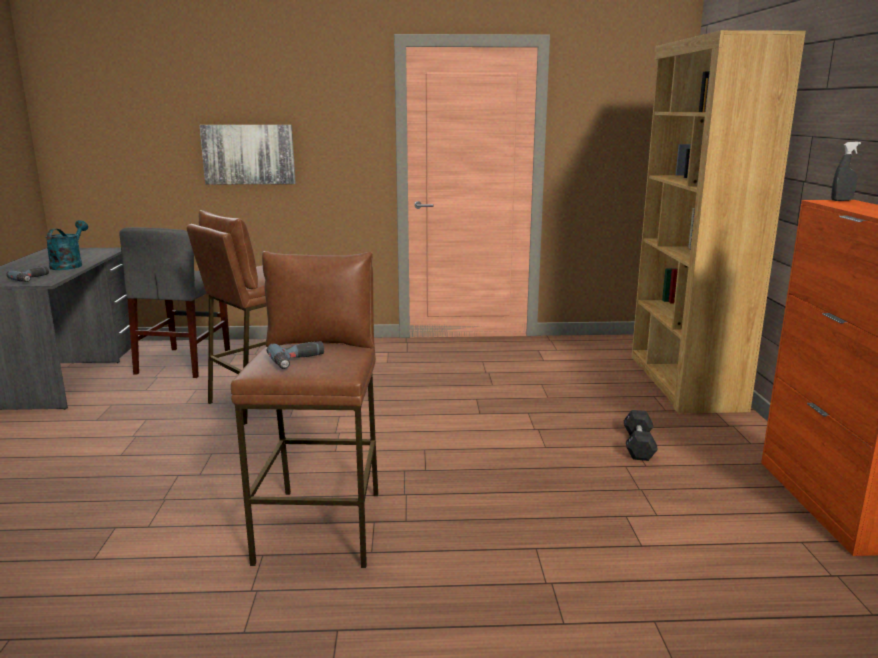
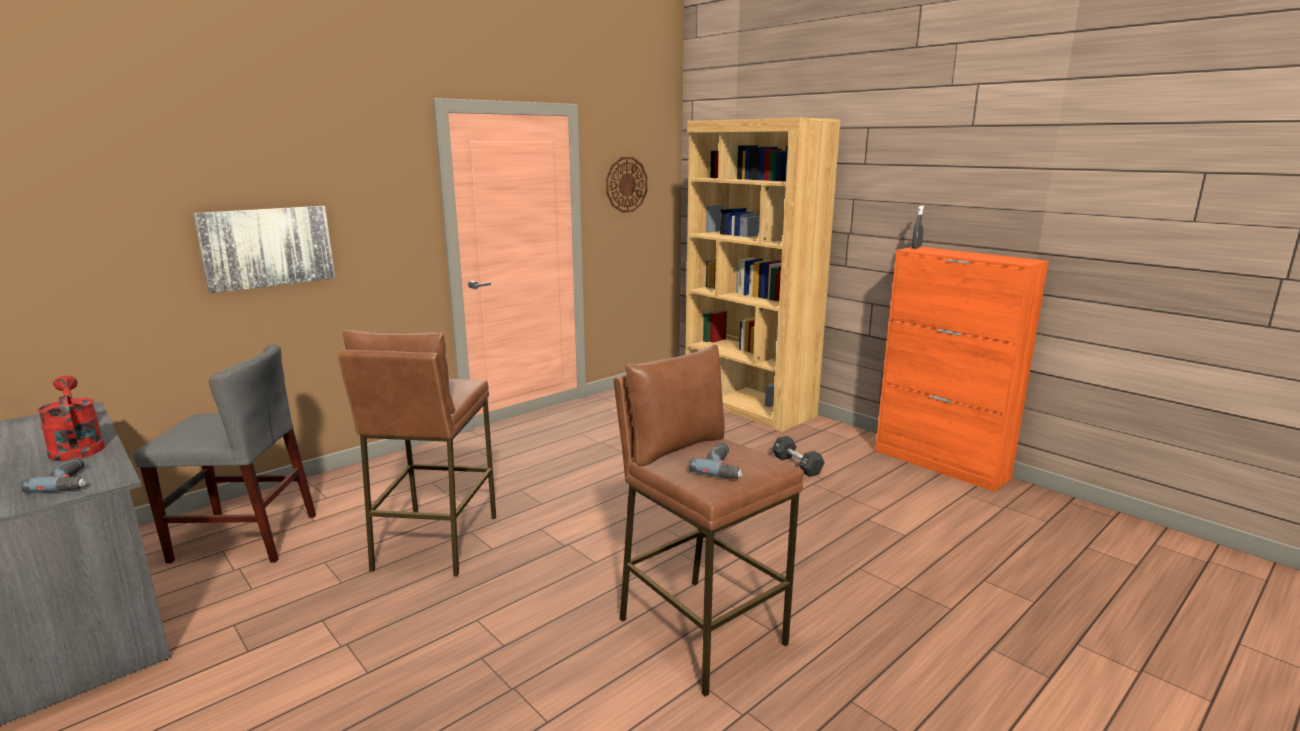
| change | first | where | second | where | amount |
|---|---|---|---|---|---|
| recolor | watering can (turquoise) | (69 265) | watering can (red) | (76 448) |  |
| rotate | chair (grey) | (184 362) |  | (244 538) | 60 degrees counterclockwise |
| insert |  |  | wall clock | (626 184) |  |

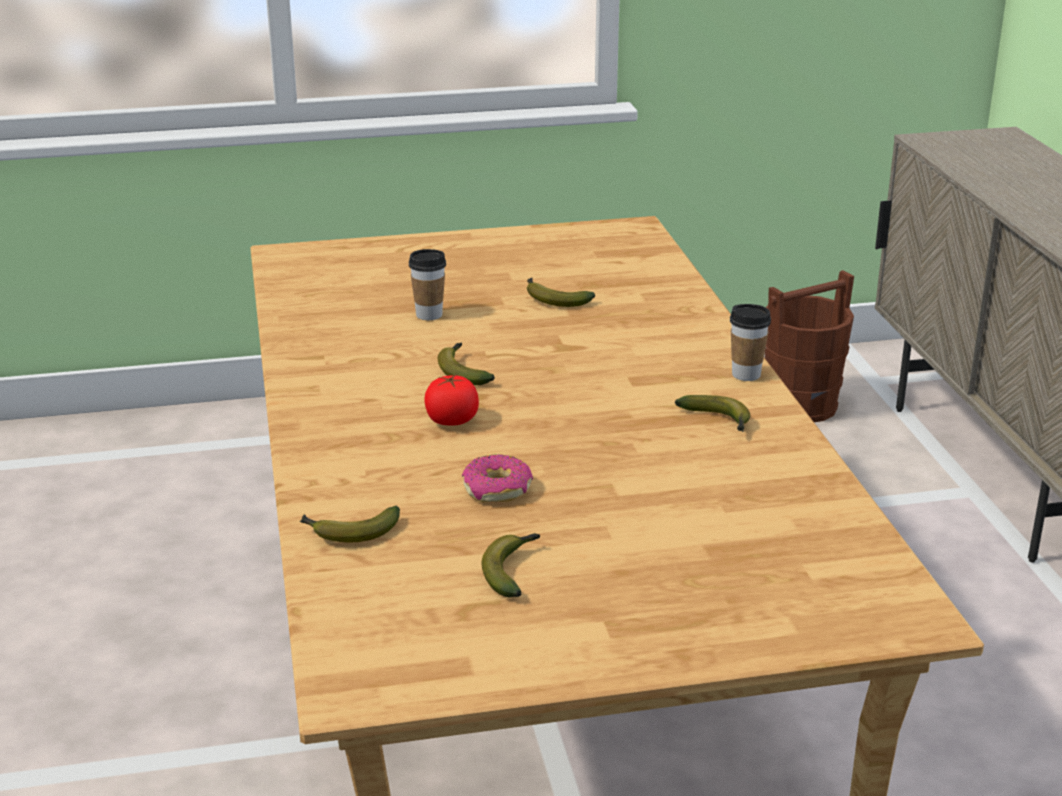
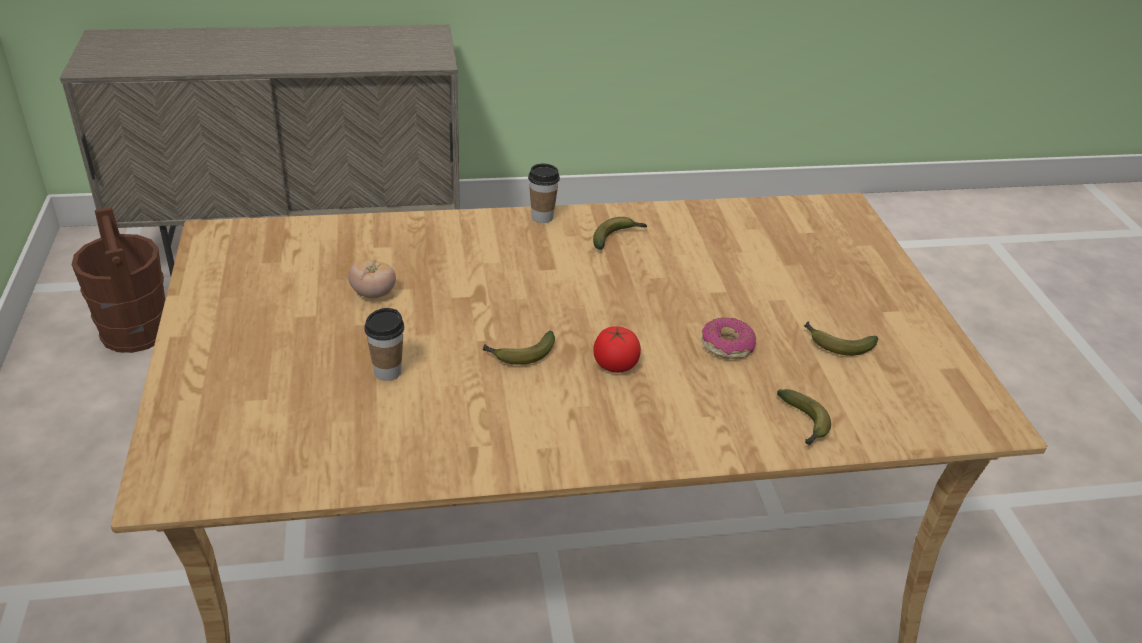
| change | first | where | second | where | amount |
|---|---|---|---|---|---|
| replace | banana | (553 299) | tomato | (373 294) |  |

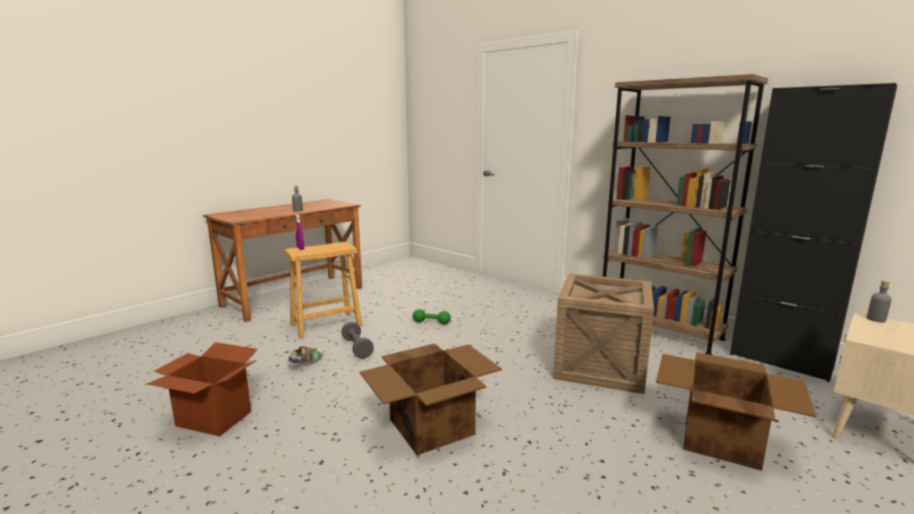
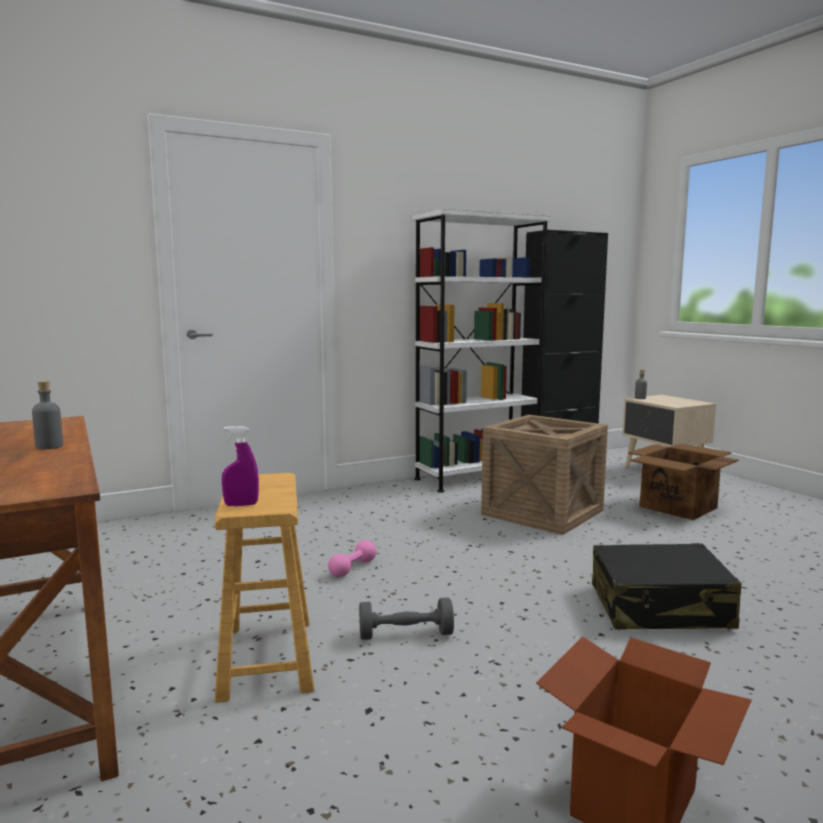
| change | first | where | second | where | amount |
|---|---|---|---|---|---|
| recolor | bookcase (brown) | (659 331) | bookcase (white) | (477 477) |  |
| recolor | dumbbell (green) | (431 323) | dumbbell (pink) | (353 568) |  |
| replace | cardboard box | (433 426) | suitcase (black) | (660 607) |  |
| delete | shoe | (306 364) |  |  |  |

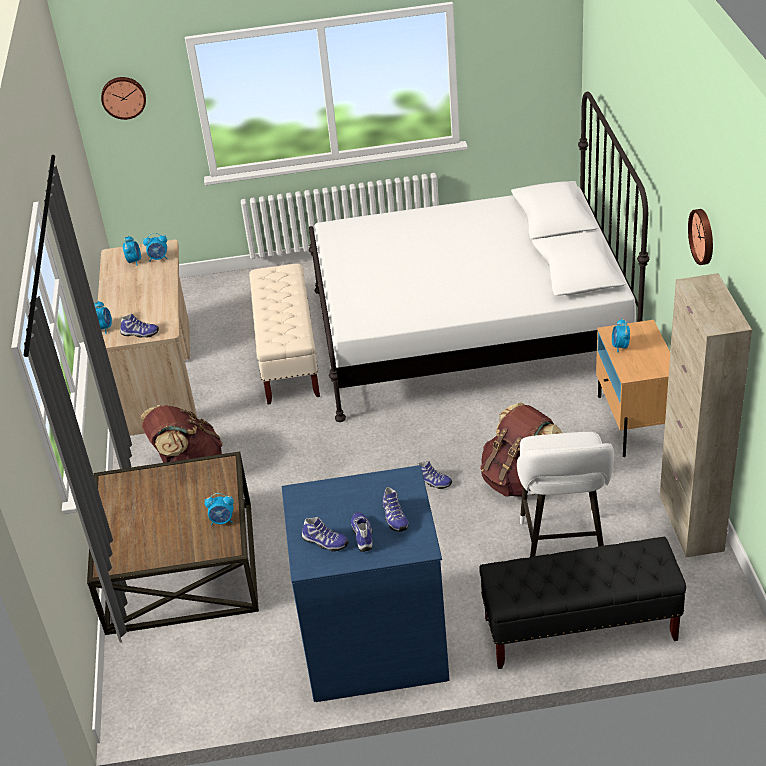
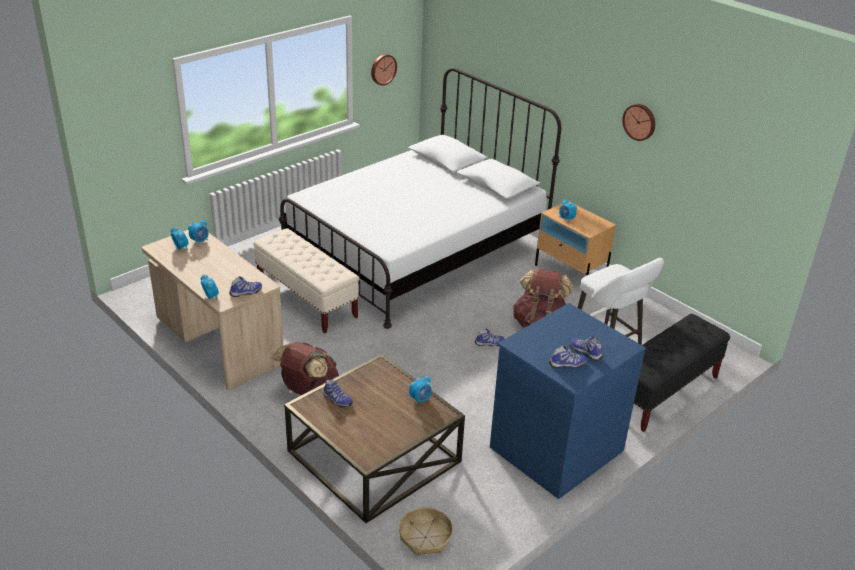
| change | first | where | second | where | amount |
|---|---|---|---|---|---|
| move | wall clock | (123 97) |  | (383 69) |  |
| delete | cabinet (beige) | (690 523) |  |  |  |
| move | shoe | (394 517) |  | (337 400) |  |
| insert |  |  | basket | (425 537) |  |

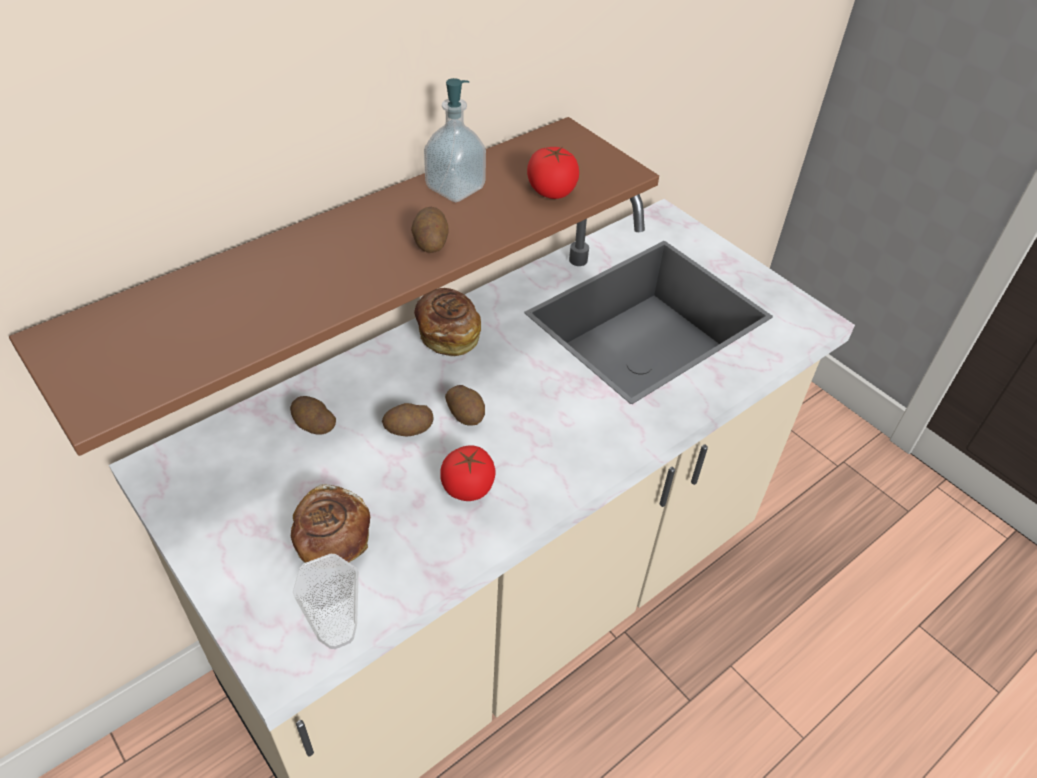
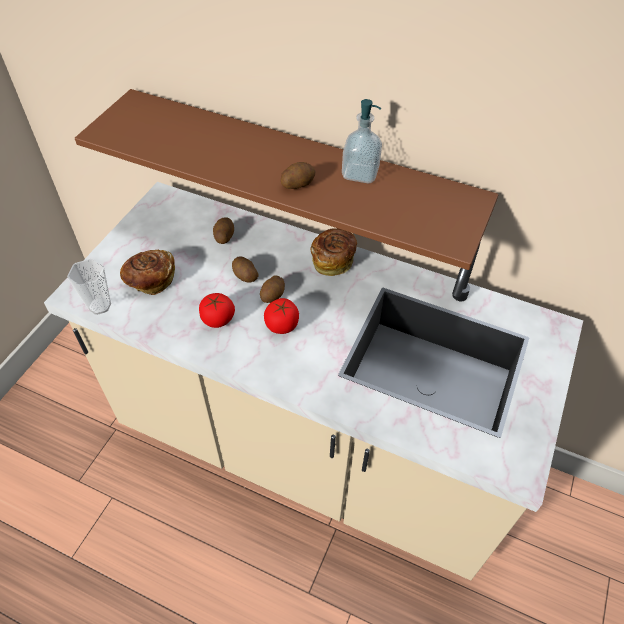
| change | first | where | second | where | amount |
|---|---|---|---|---|---|
| move | tomato | (551 191) |  | (282 325) |  |

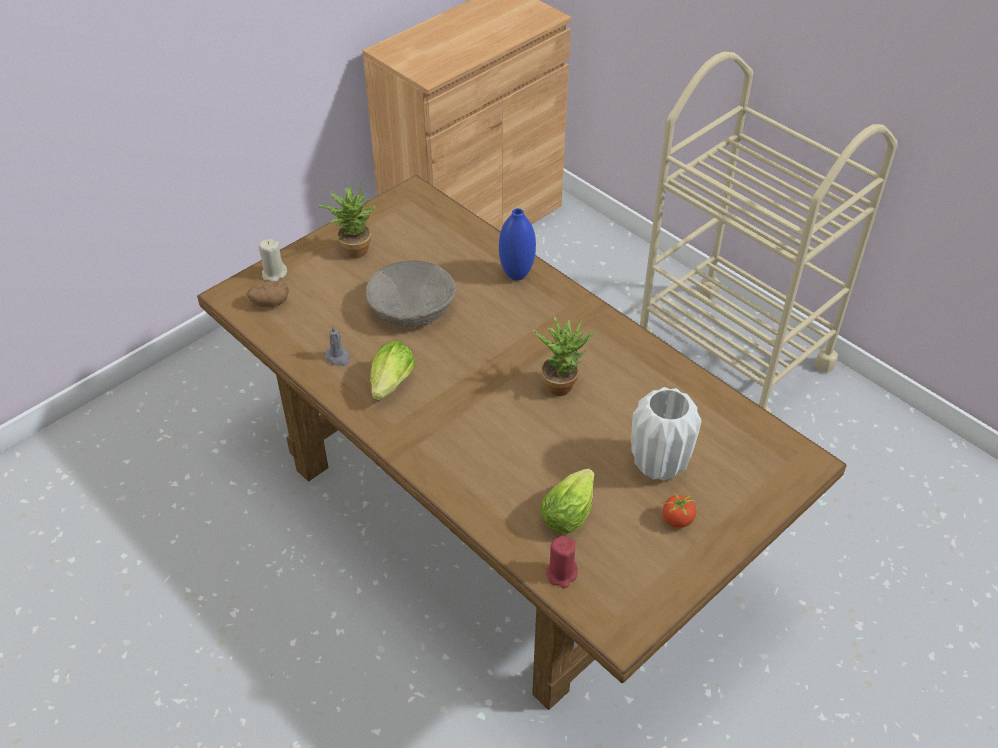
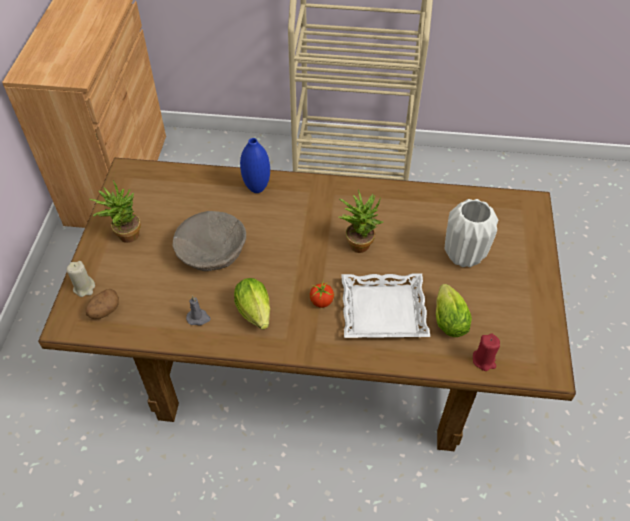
| change | first | where | second | where | amount |
|---|---|---|---|---|---|
| move | tomato | (677 520) |  | (321 301) |  |
| insert |  |  | tray (white) | (383 311) |  |

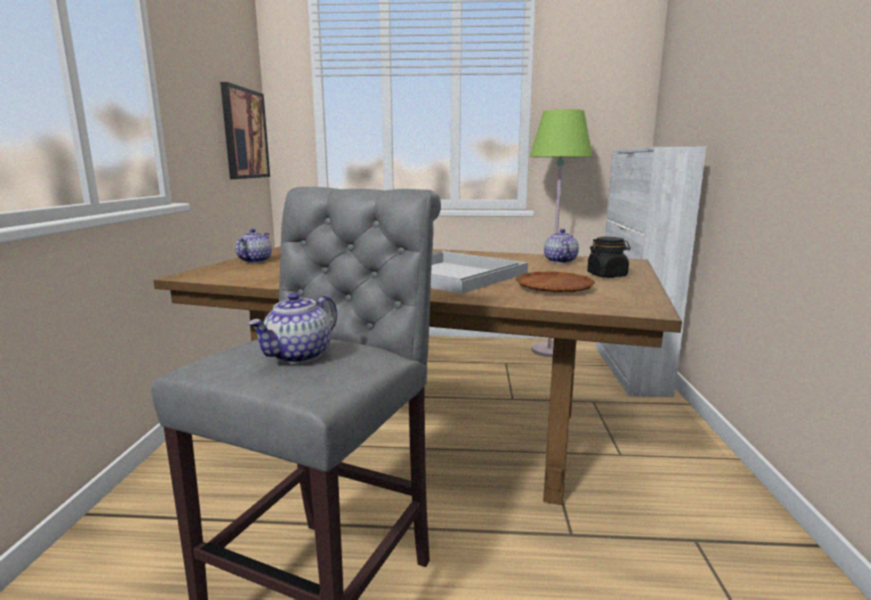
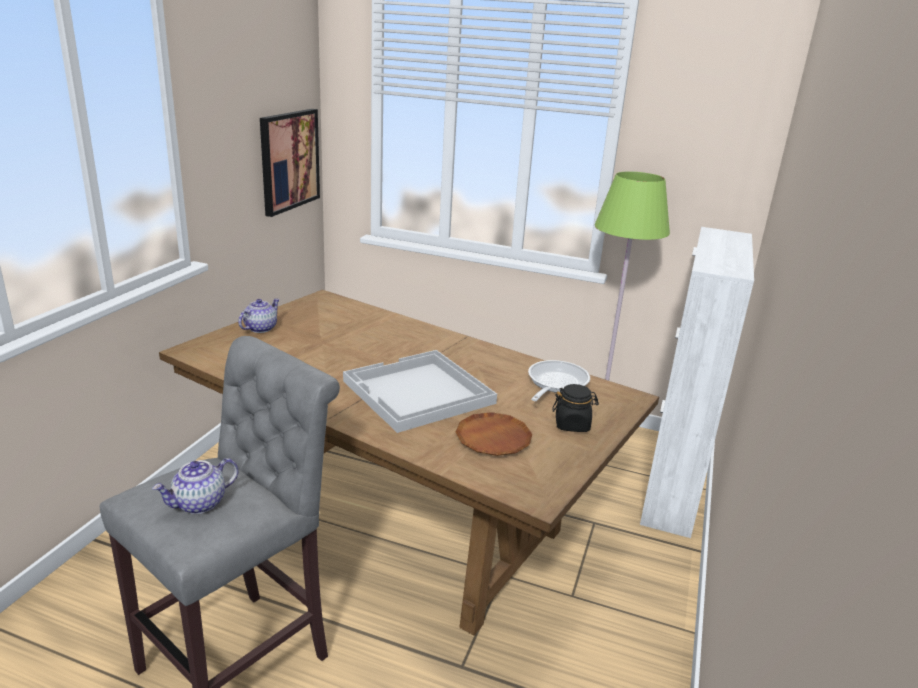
| change | first | where | second | where | amount |
|---|---|---|---|---|---|
| replace | teapot | (560 261) | frying pan | (555 383) |  |

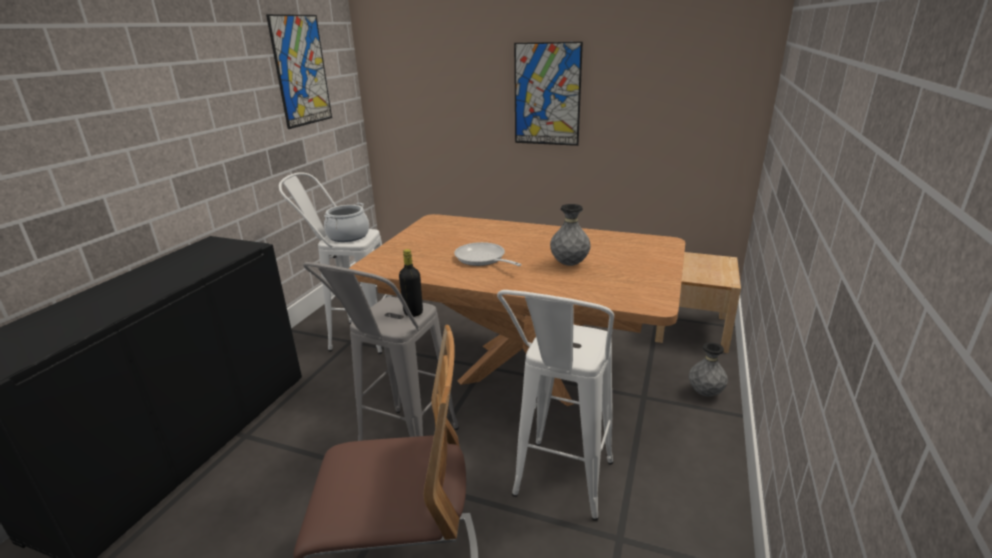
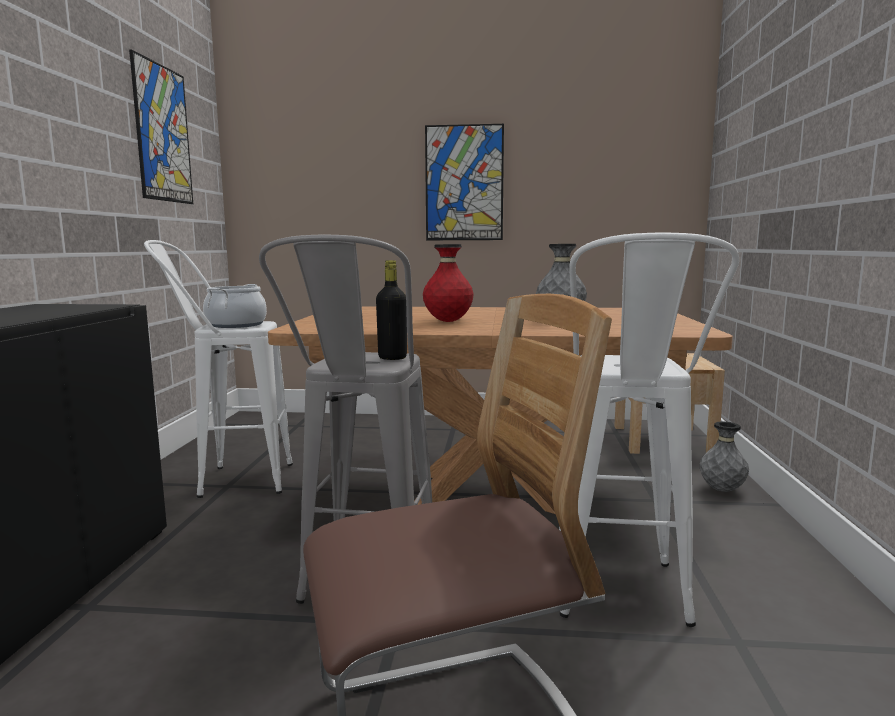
| change | first | where | second | where | amount |
|---|---|---|---|---|---|
| replace | frying pan | (482 259) | vase (red) | (448 321) |  |

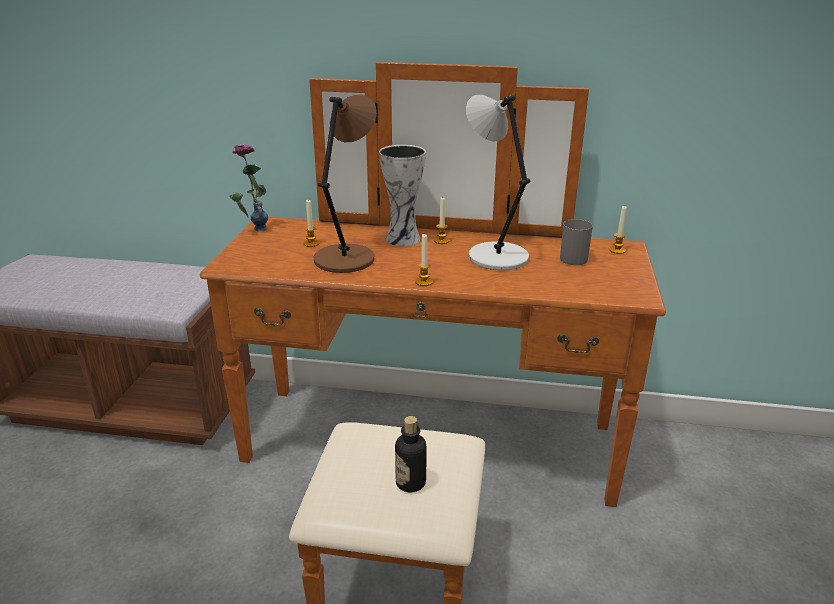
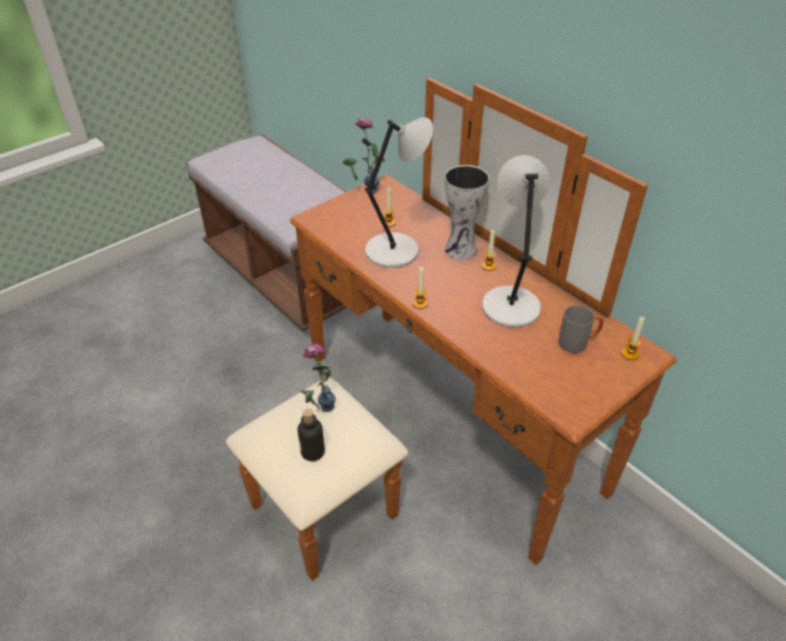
| change | first | where | second | where | amount |
|---|---|---|---|---|---|
| recolor | table lamp (brown) | (346 258) | table lamp (grey) | (395 250) |  |
| insert |  |  | vase | (319 412) |  |

